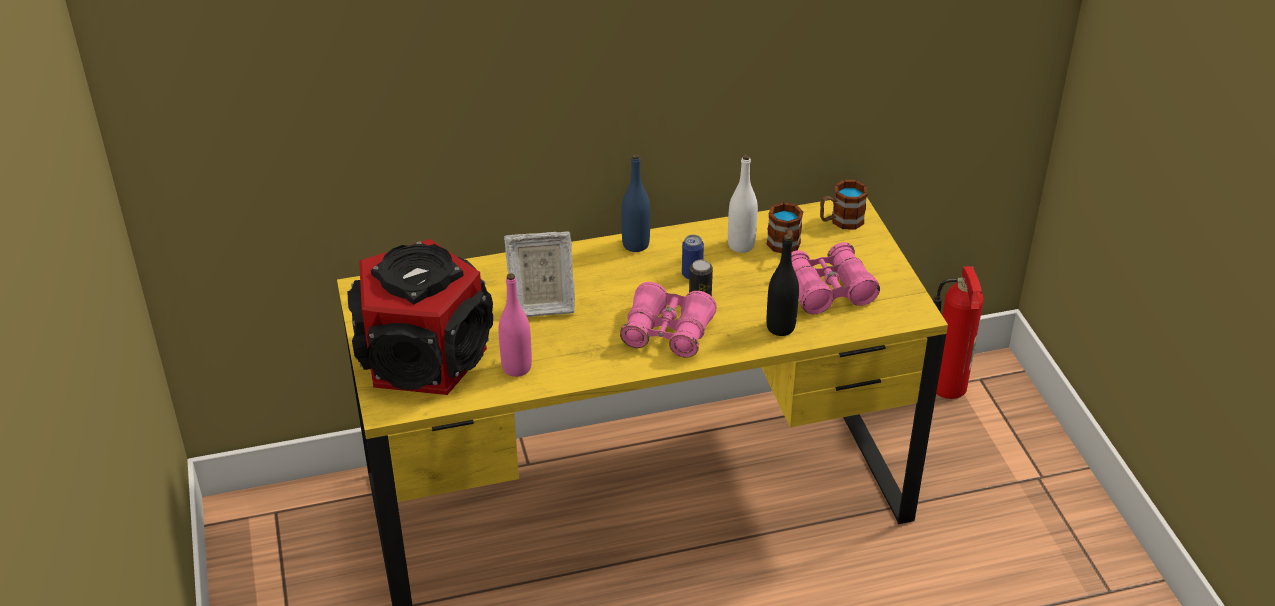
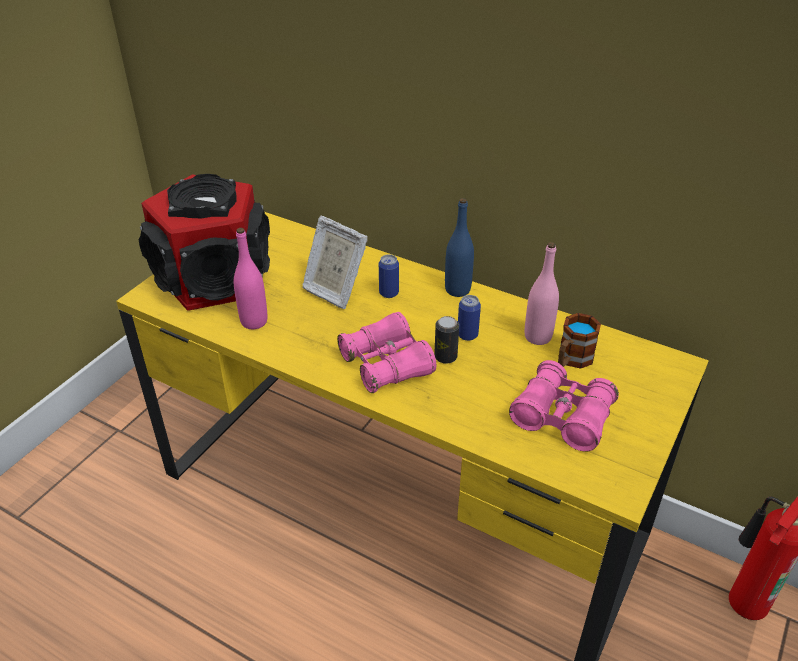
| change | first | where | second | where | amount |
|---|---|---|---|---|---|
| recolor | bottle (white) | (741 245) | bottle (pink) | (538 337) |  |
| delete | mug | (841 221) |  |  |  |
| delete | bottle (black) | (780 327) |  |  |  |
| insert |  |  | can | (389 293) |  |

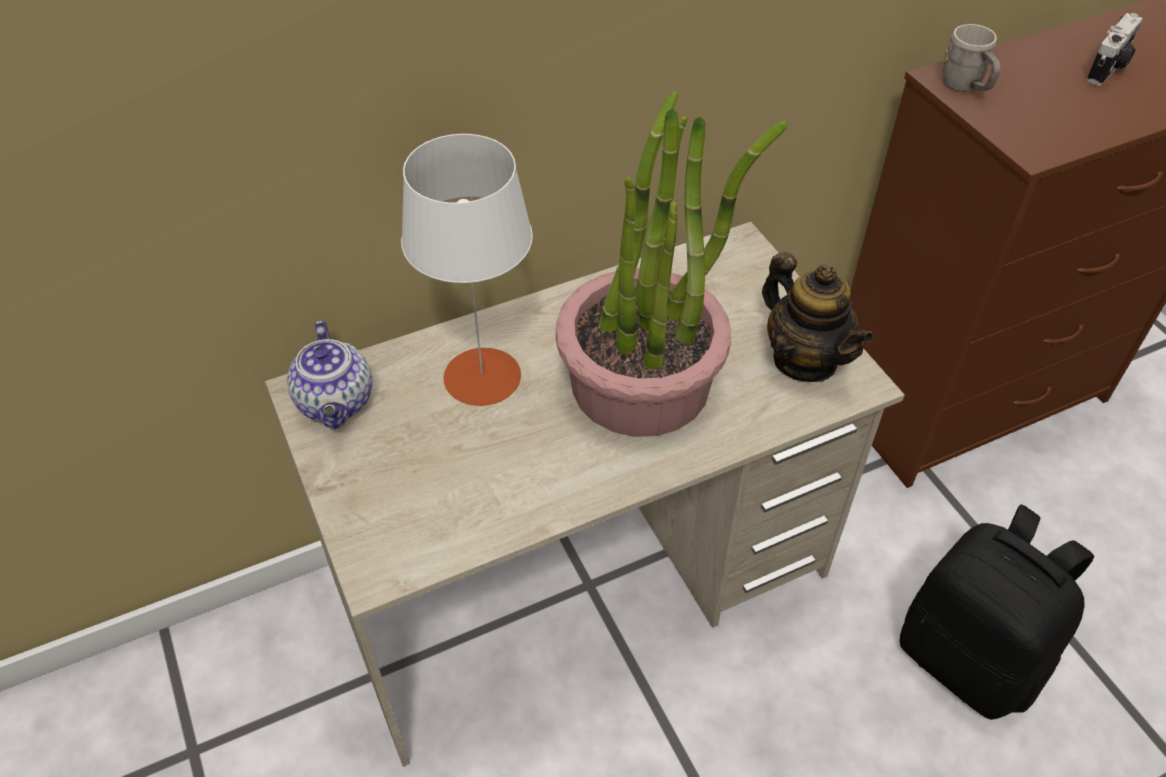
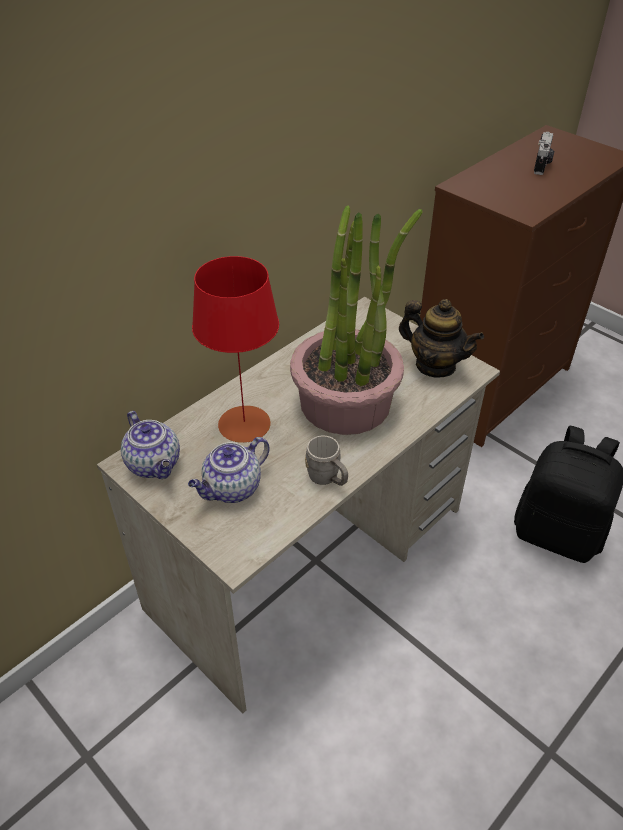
| change | first | where | second | where | amount |
|---|---|---|---|---|---|
| move | mug (grey) | (966 87) |  | (327 479) |  |
| recolor | table lamp (white) | (482 377) | table lamp (red) | (244 424) |  |
| insert |  |  | teapot | (232 489) |  |

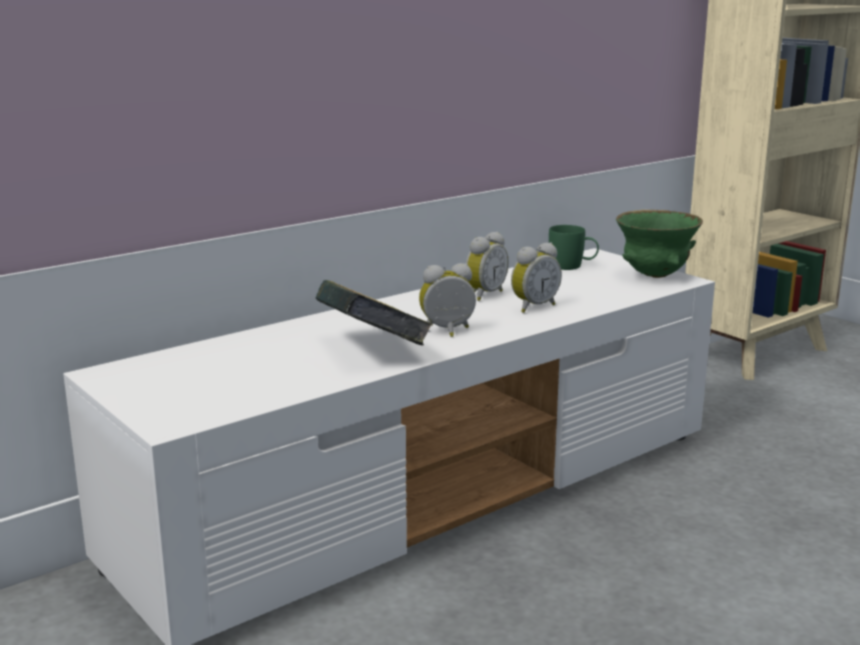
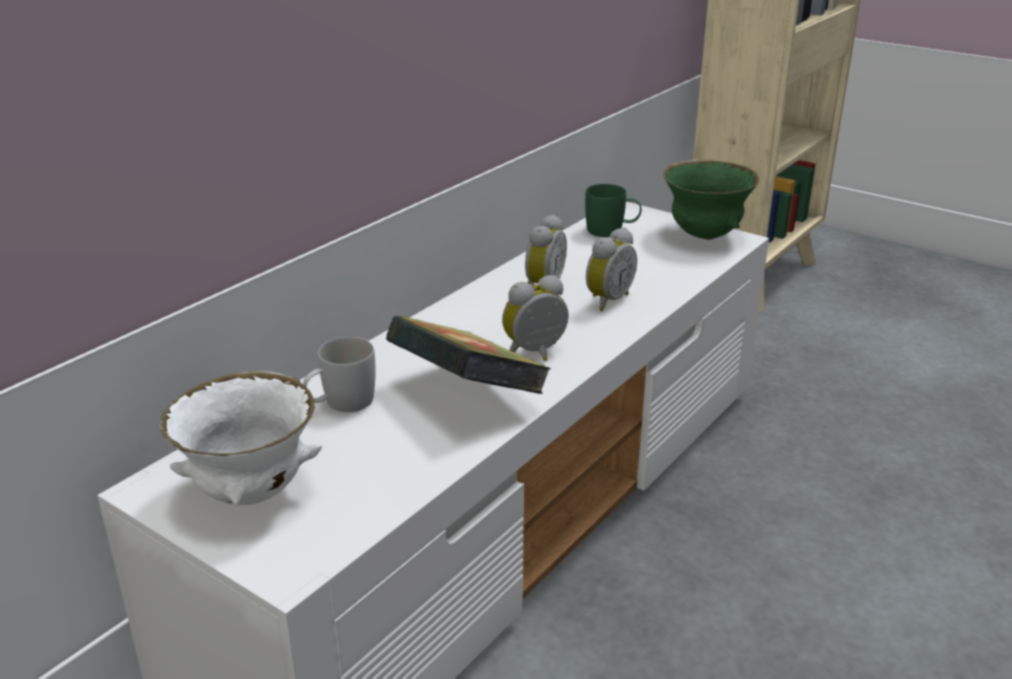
| change | first | where | second | where | amount |
|---|---|---|---|---|---|
| insert |  |  | mug (white) | (340 404) |  |
| insert |  |  | bowl (white) | (252 492) |  |

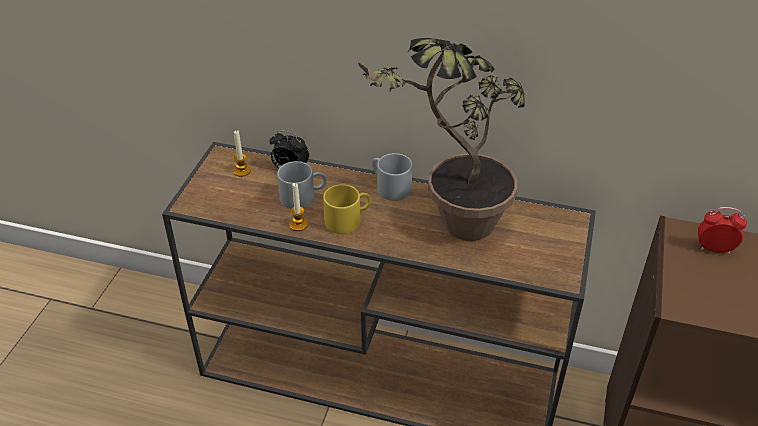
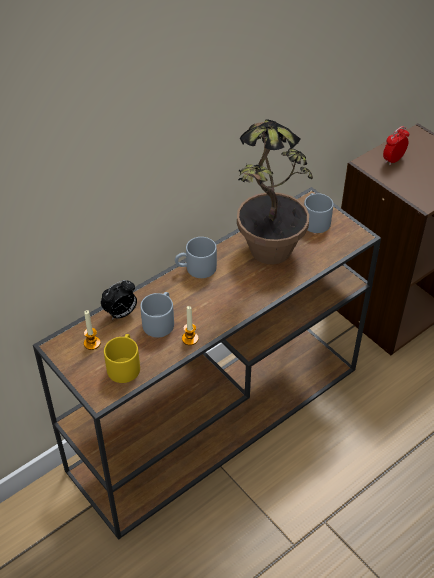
| change | first | where | second | where | amount |
|---|---|---|---|---|---|
| move | mug (yellow) | (348 219) |  | (124 364) |  |
| insert |  |  | mug (grey) | (314 220) |  |

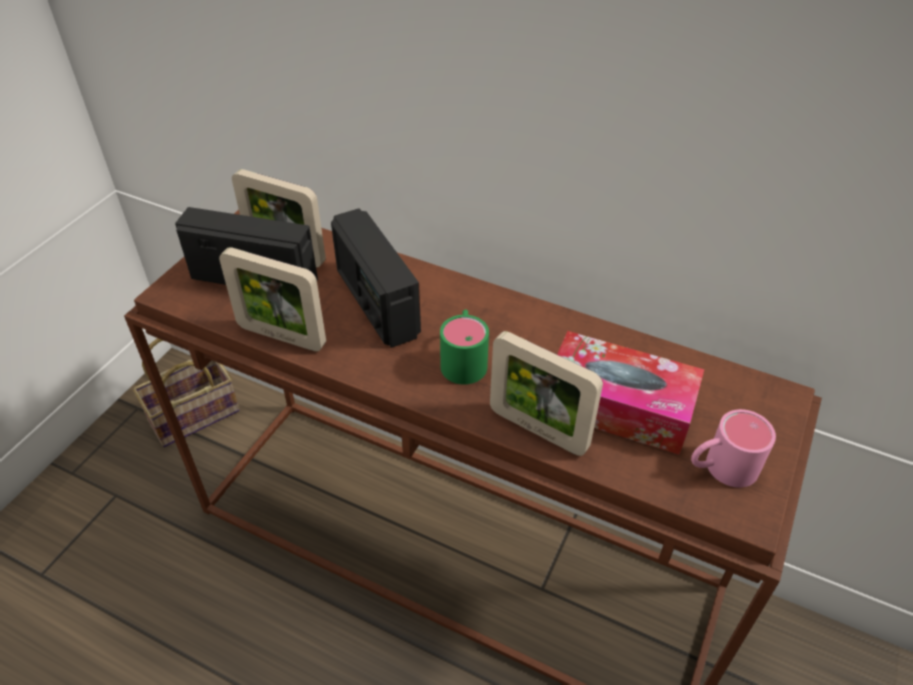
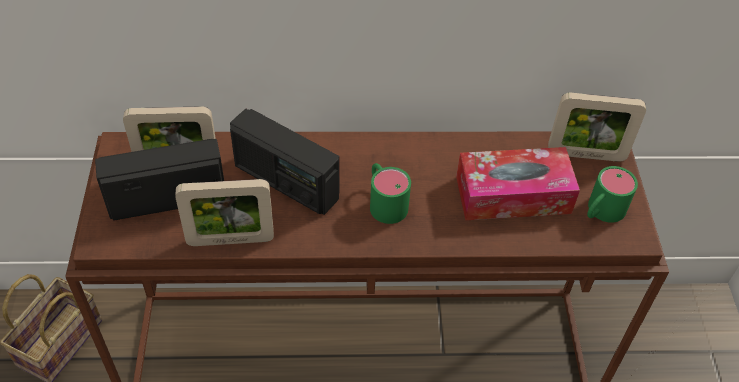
| change | first | where | second | where | amount |
|---|---|---|---|---|---|
| move | picture frame | (538 430) |  | (586 155) |  |
| recolor | mug (pink) | (720 468) | mug (green) | (601 212) |  |

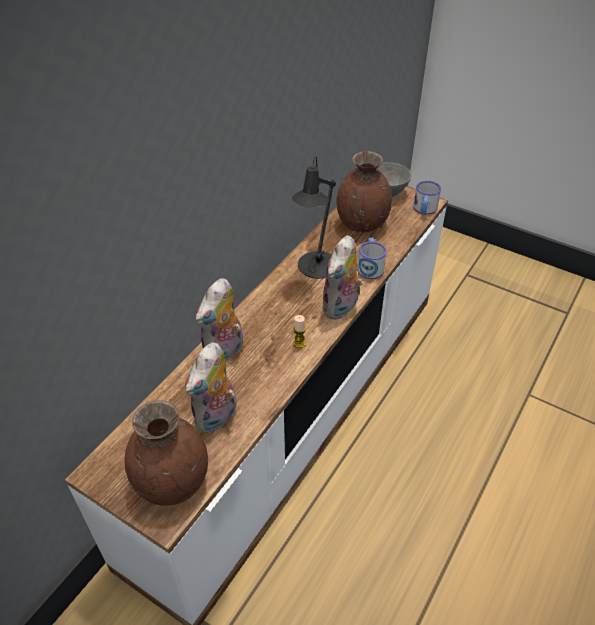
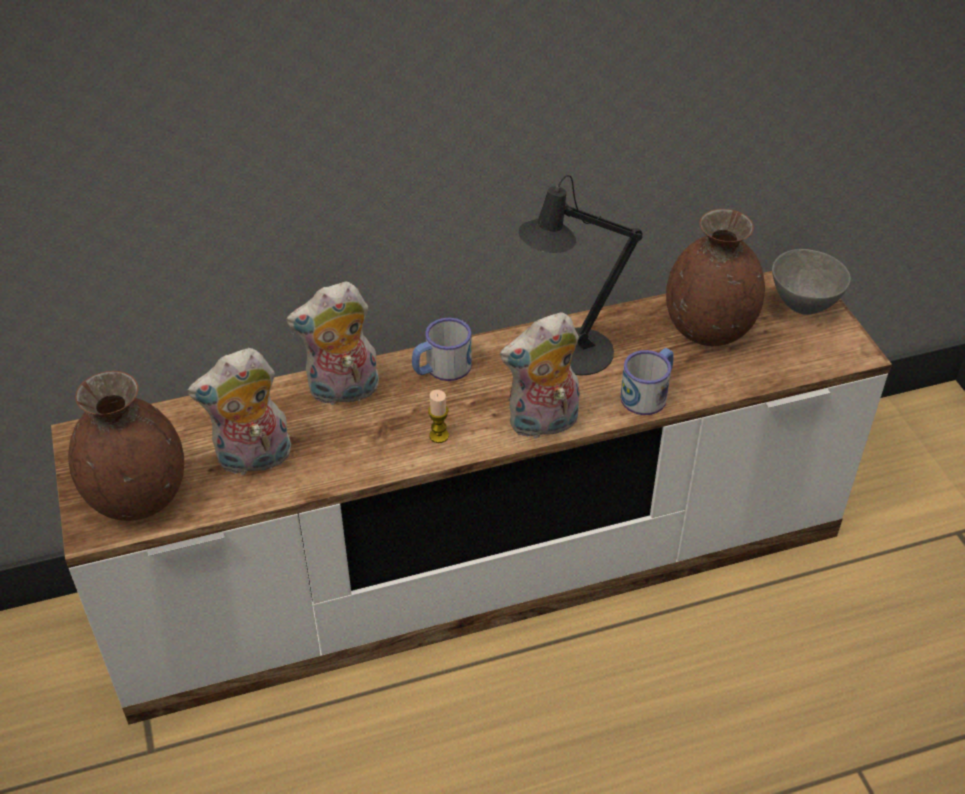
| change | first | where | second | where | amount |
|---|---|---|---|---|---|
| move | mug | (424 210) |  | (441 368) |  |

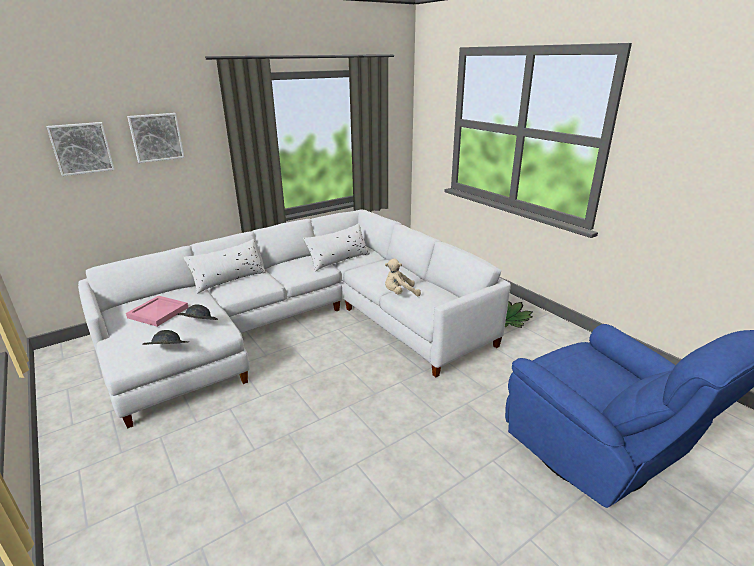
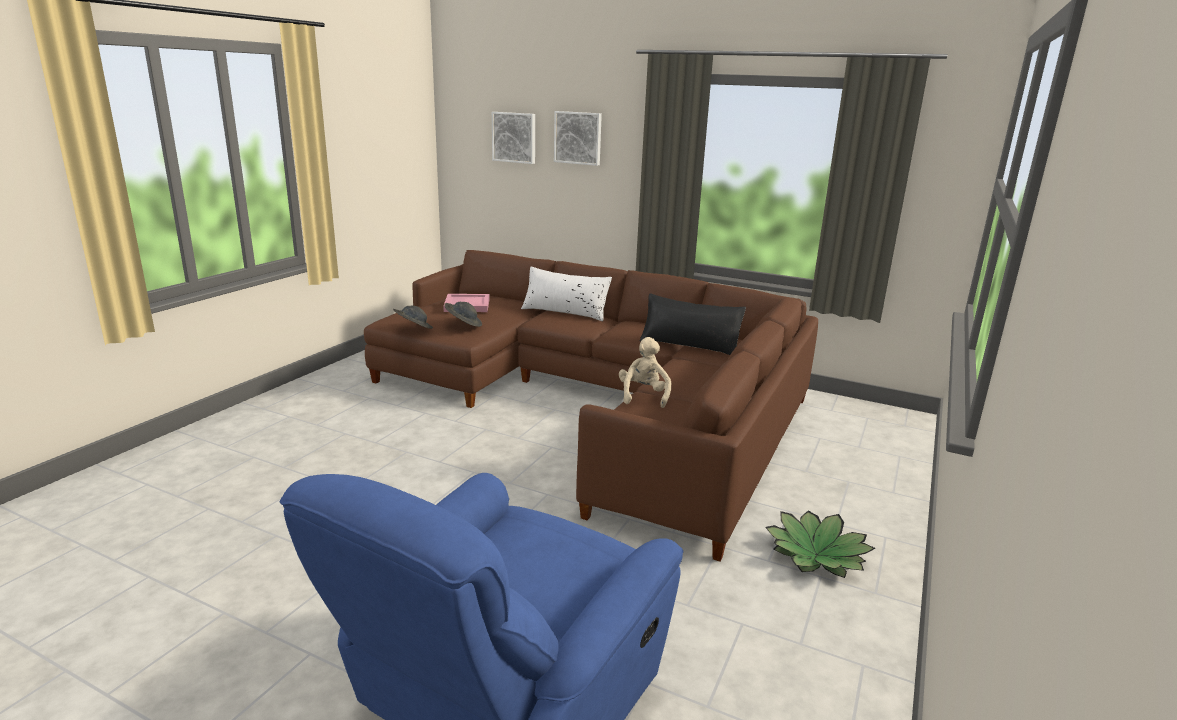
| change | first | where | second | where | amount |
|---|---|---|---|---|---|
| recolor | sofa (white) | (299 326) | sofa (brown) | (599 402) |  |
| recolor | pillow (white) | (338 260) | pillow (black) | (689 345) |  |
| rotate | plush toy (beige) | (400 293) |  | (643 396) | 45 degrees clockwise |

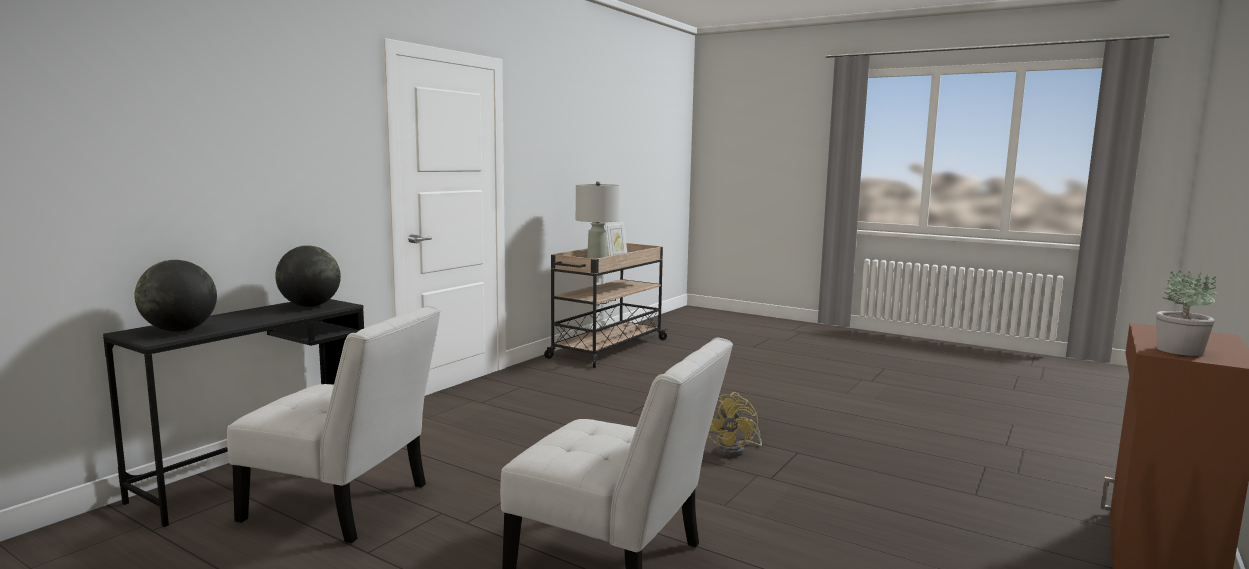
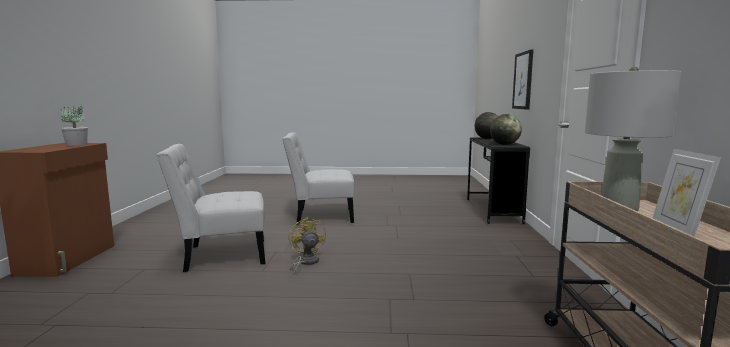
| change | first | where | second | where | amount |
|---|---|---|---|---|---|
| move | chair (white) | (344 505) |  | (220 255) |  |
| insert |  |  | picture | (523 80) |  |

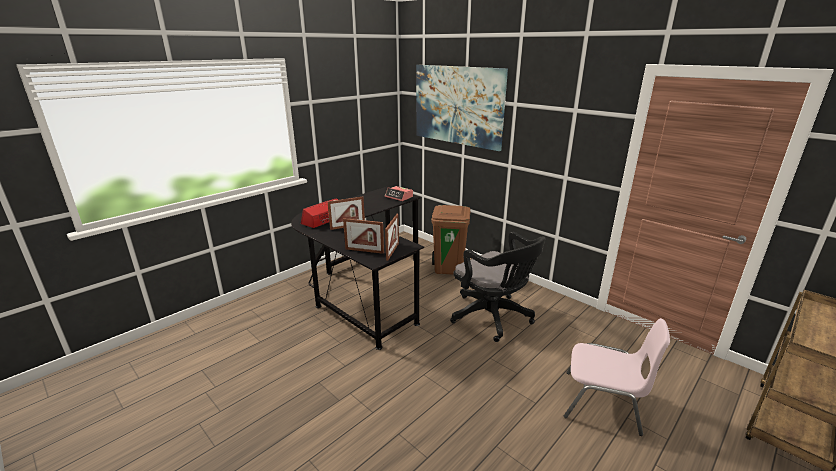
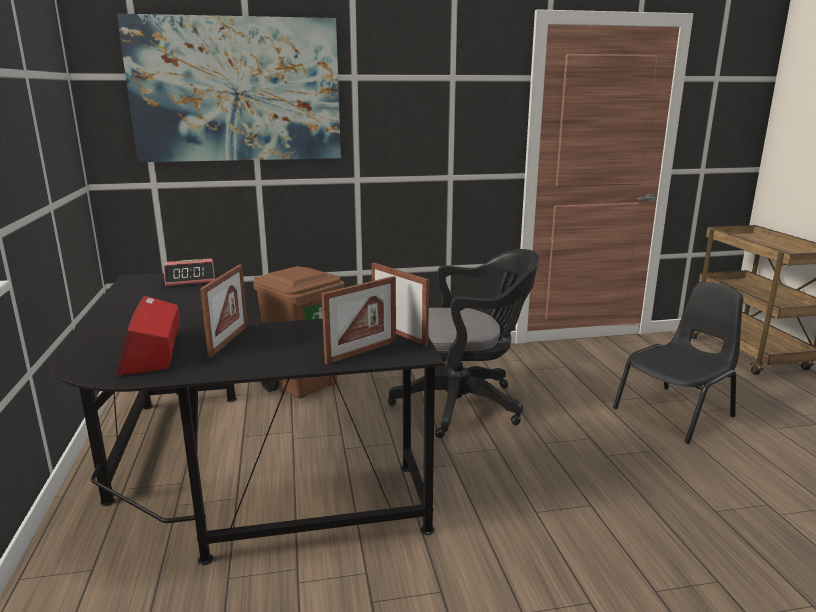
| change | first | where | second | where | amount |
|---|---|---|---|---|---|
| recolor | chair (pink) | (603 403) | chair (black) | (676 413) |  |

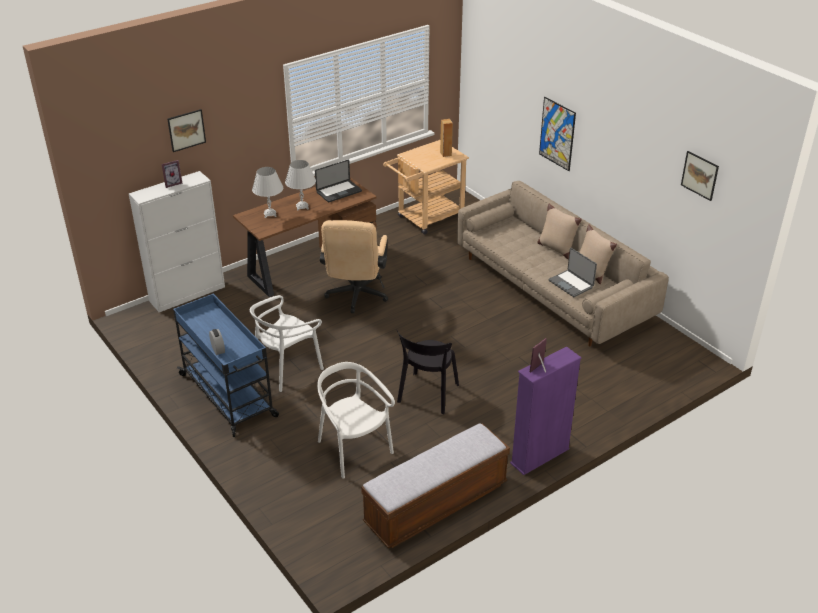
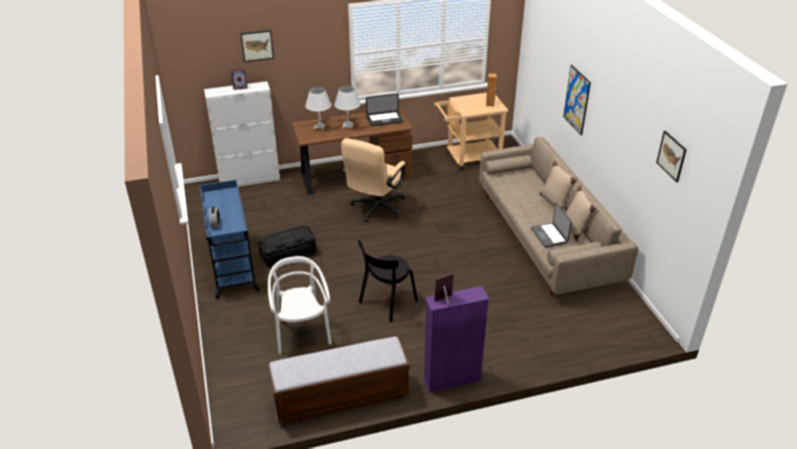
| change | first | where | second | where | amount |
|---|---|---|---|---|---|
| replace | chair (white) | (286 369) | storage box (black) | (288 254) |  |

